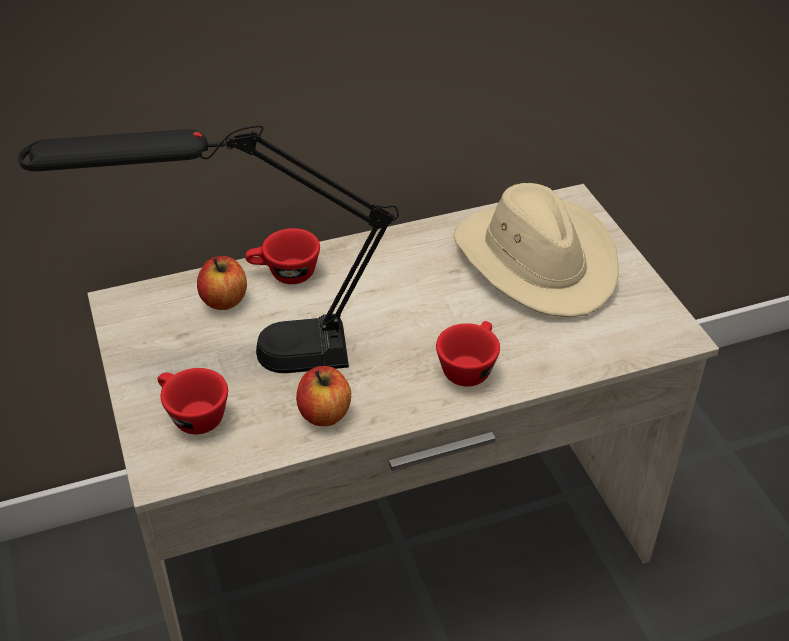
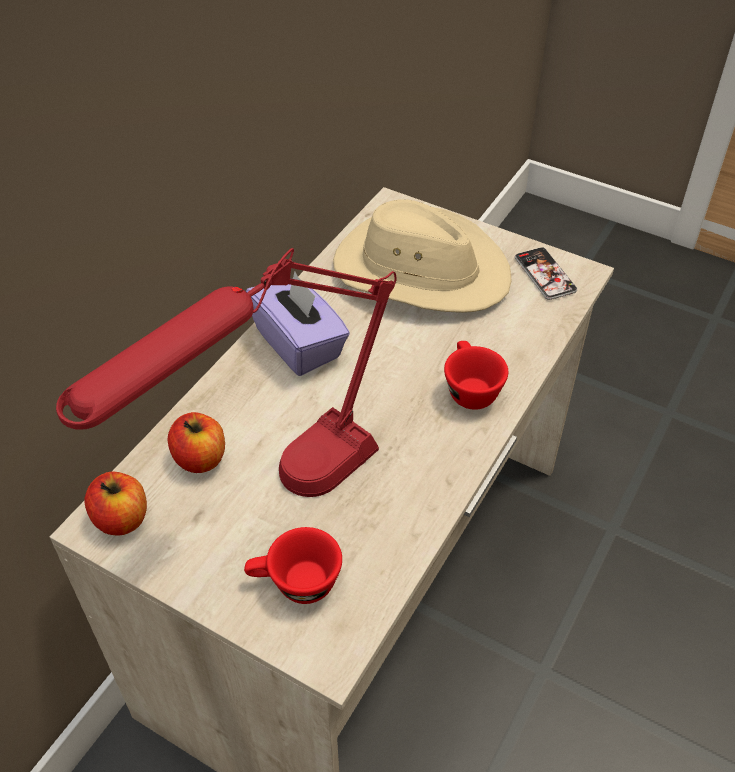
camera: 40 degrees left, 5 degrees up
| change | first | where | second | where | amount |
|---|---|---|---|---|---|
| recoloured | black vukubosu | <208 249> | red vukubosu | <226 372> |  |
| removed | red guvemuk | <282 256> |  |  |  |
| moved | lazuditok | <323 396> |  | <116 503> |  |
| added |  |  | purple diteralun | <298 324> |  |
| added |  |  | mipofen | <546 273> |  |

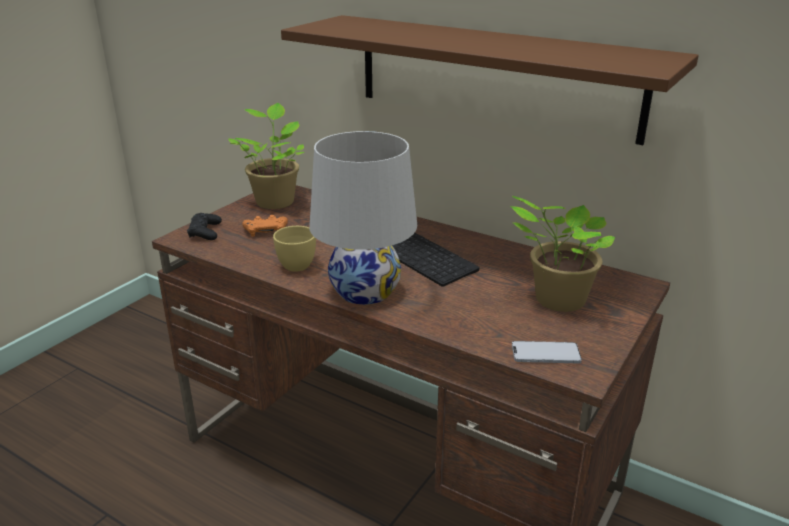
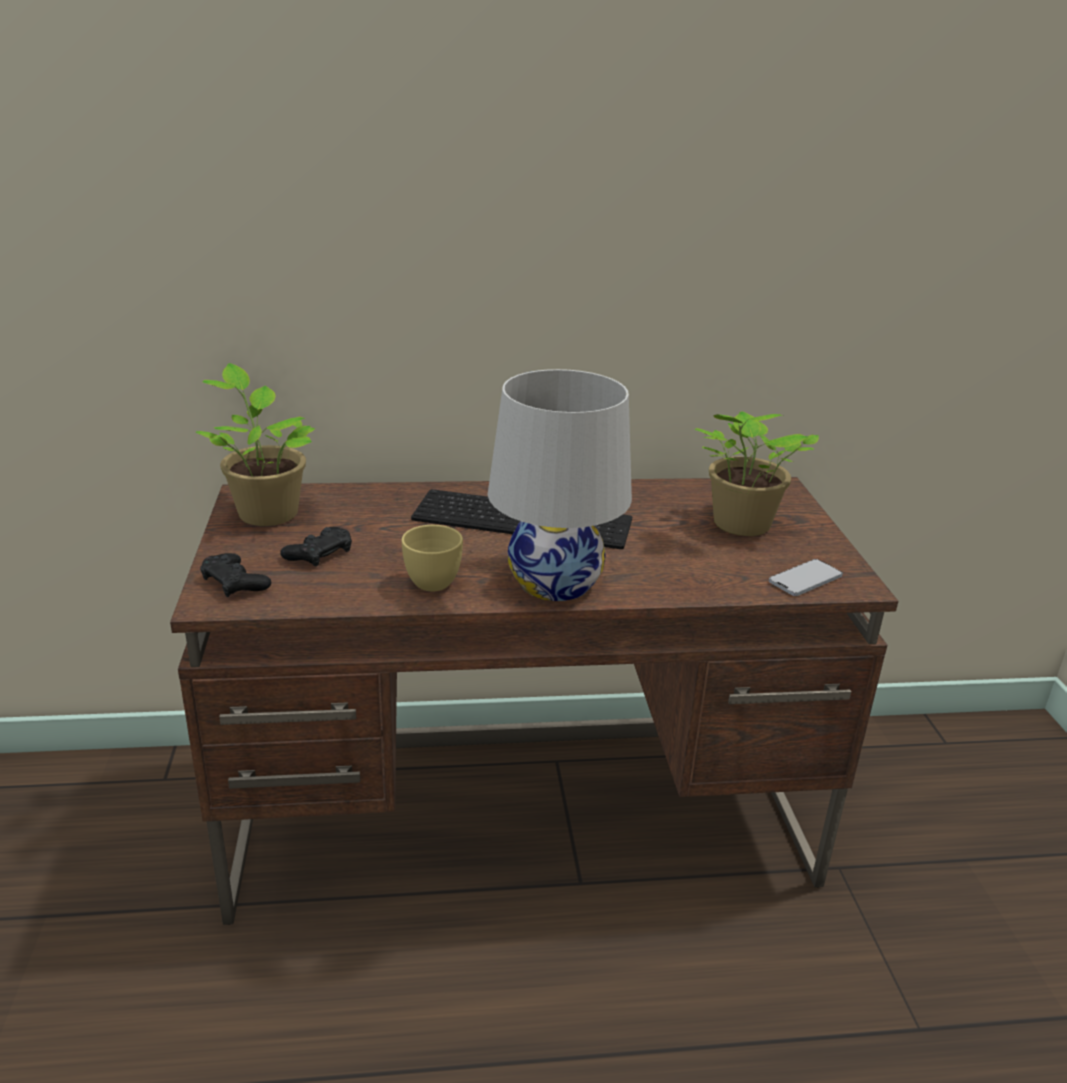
camera: 40 degrees left, 0 degrees up
| change | first | where | second | where | amount |
|---|---|---|---|---|---|
| recoloured | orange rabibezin | <265 226> | black rabibezin | <316 547> |  |
| removed | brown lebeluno | <490 80> |  |  |  |

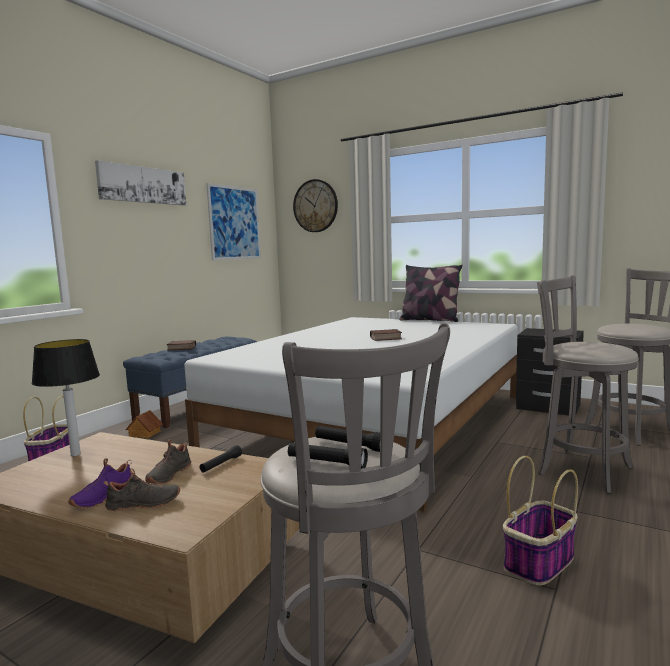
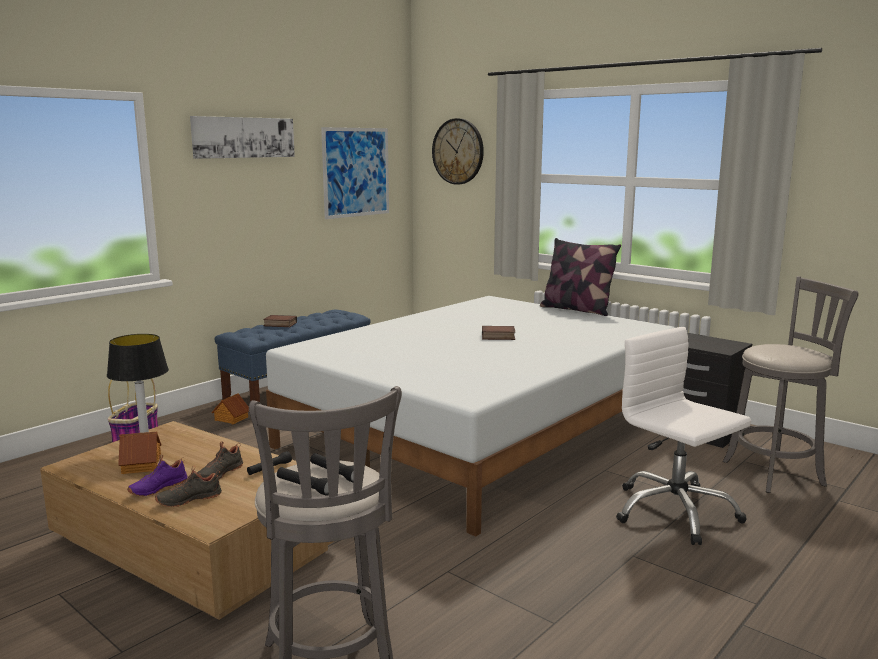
camera: 10 degrees right, 5 degrees up
| change | first | where | second | where | amount |
|---|---|---|---|---|---|
| turned | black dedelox | <142 489> |  | <188 486> | 150 degrees clockwise |
| removed | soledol | <540 521> |  |  |  |
| replaced | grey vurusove | <588 385> | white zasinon | <683 436> |  |
| added |  |  | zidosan | <139 453> |  |

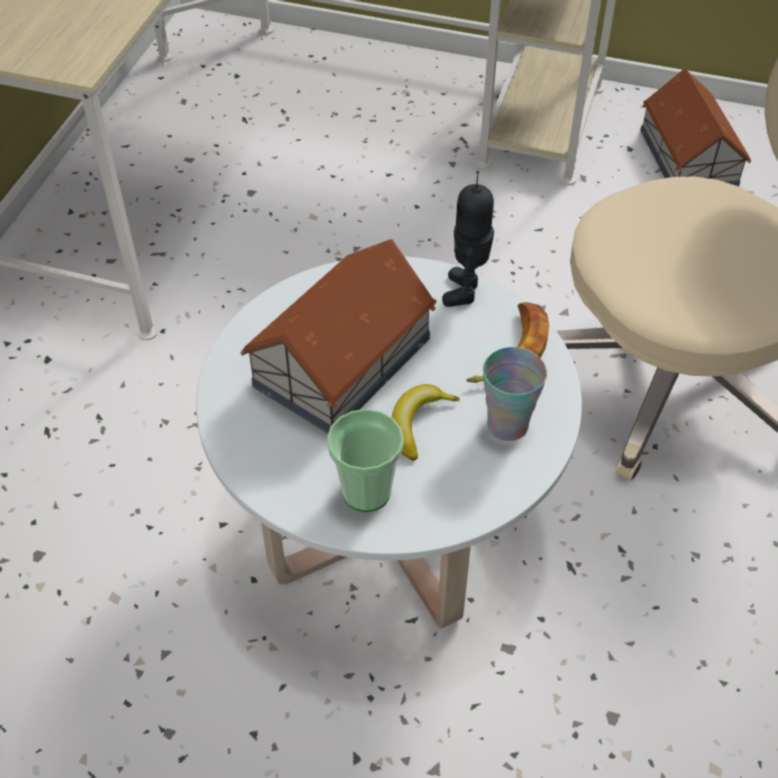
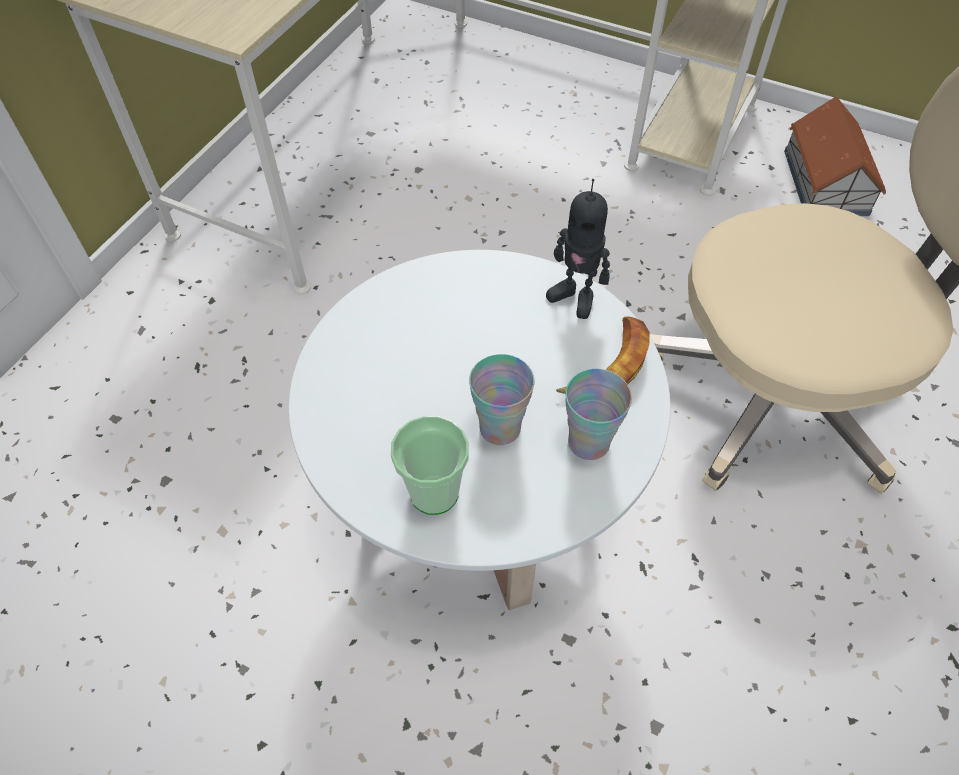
camera: 10 degrees right, 5 degrees up
| change | first | where | second | where | amount |
|---|---|---|---|---|---|
| removed | zidosan | <338 336> |  |  |  |
| replaced | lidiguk | <426 422> | guvemuk | <501 399> |  |
| turned | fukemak | <468 239> |  | <578 249> | 75 degrees counterclockwise |

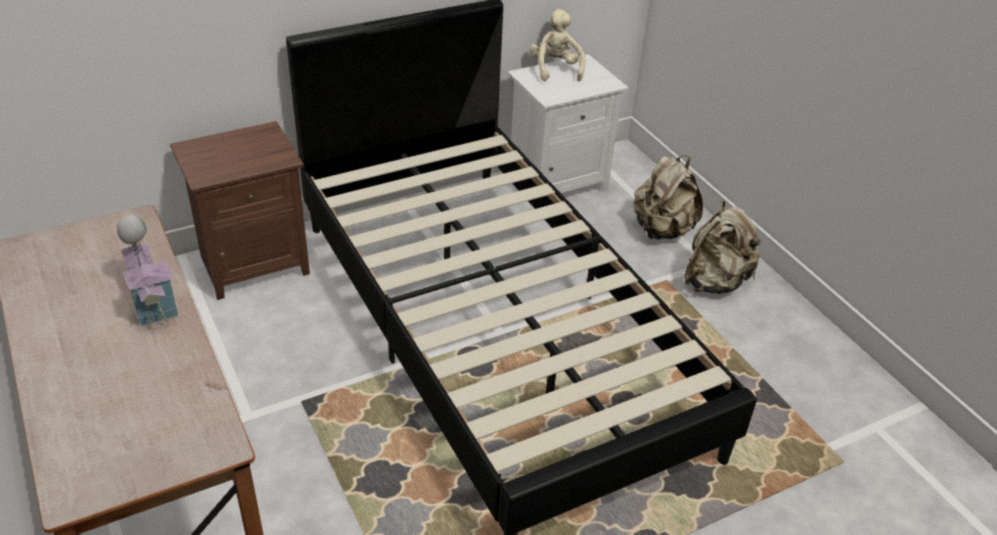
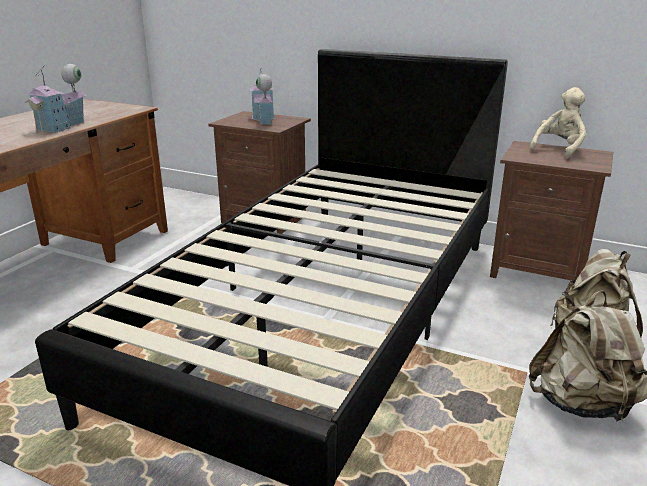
camera: 55 degrees right, 15 degrees down
| change | first | where | second | where | amount |
|---|---|---|---|---|---|
| recoloured | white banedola | <568 123> | brown banedola | <551 211> |  |
| added |  |  | zidosan | <262 97> |  |

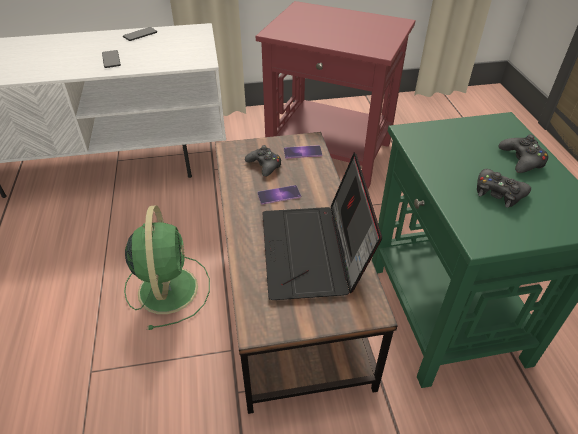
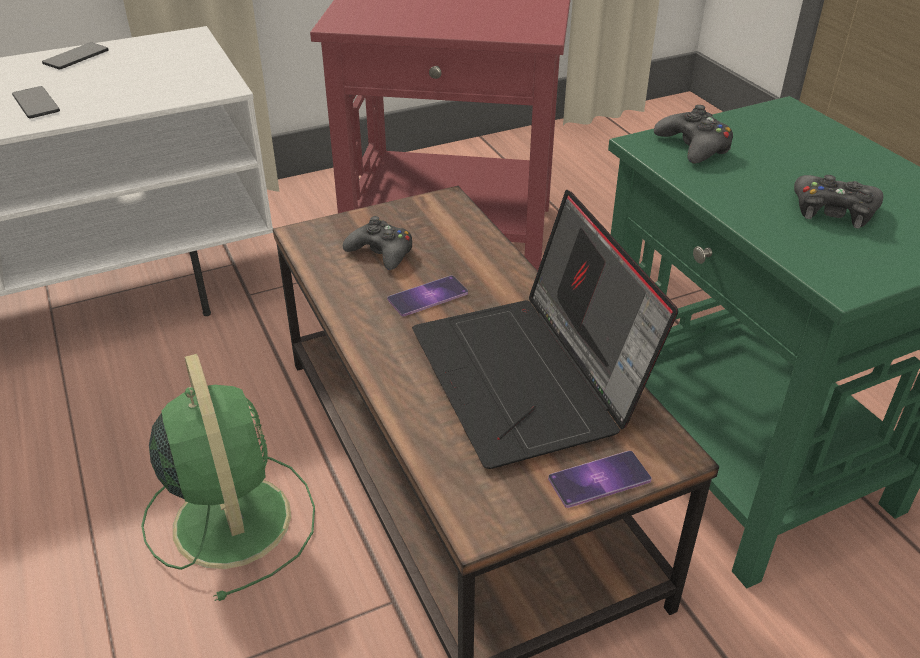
camera: 15 degrees left, 5 degrees down
| change | first | where | second | where | amount |
|---|---|---|---|---|---|
| moved | mipofen | <303 152> |  | <600 479> |  |
| moved | black rabibezin | <523 153> |  | <693 134> |  |

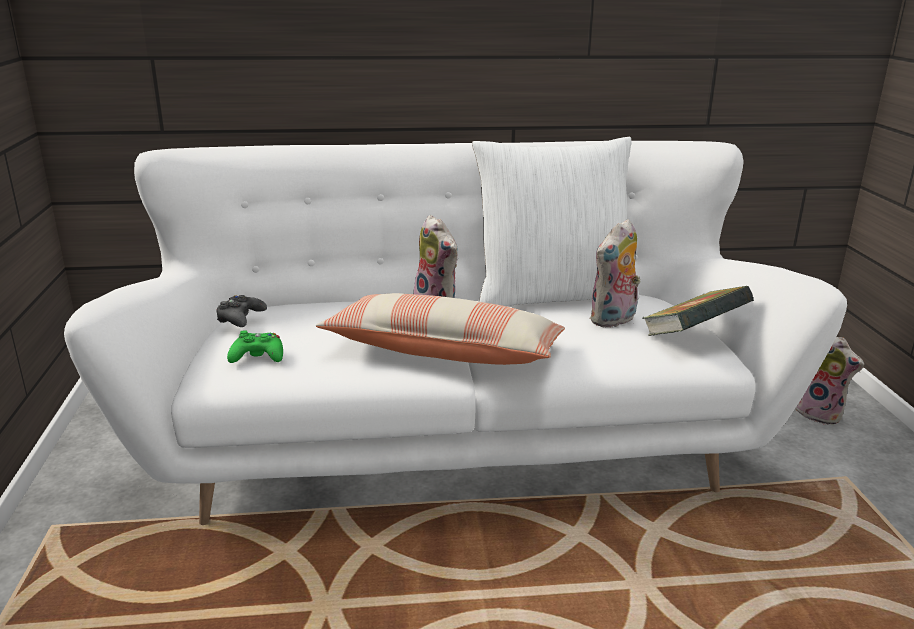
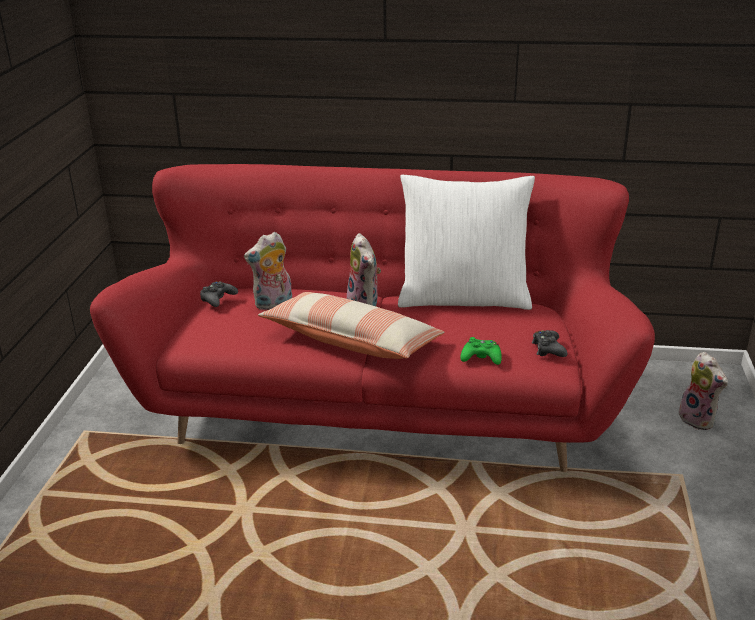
camera: 15 degrees right, 5 degrees up
| change | first | where | second | where | amount |
|---|---|---|---|---|---|
| recoloured | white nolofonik | <455 333> | red nolofonik | <372 318> |  |
| moved | green rabibezin | <255 346> |  | <481 351> |  |
| moved | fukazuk | <615 273> |  | <268 271> |  |
| replaced | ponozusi | <698 311> | black rabibezin | <550 343> |  |

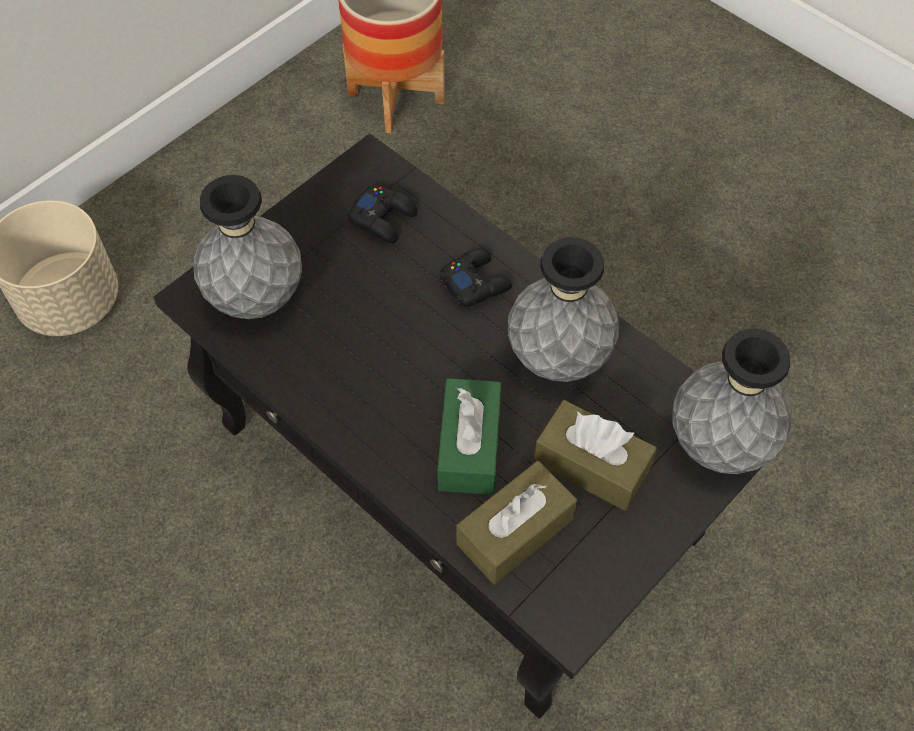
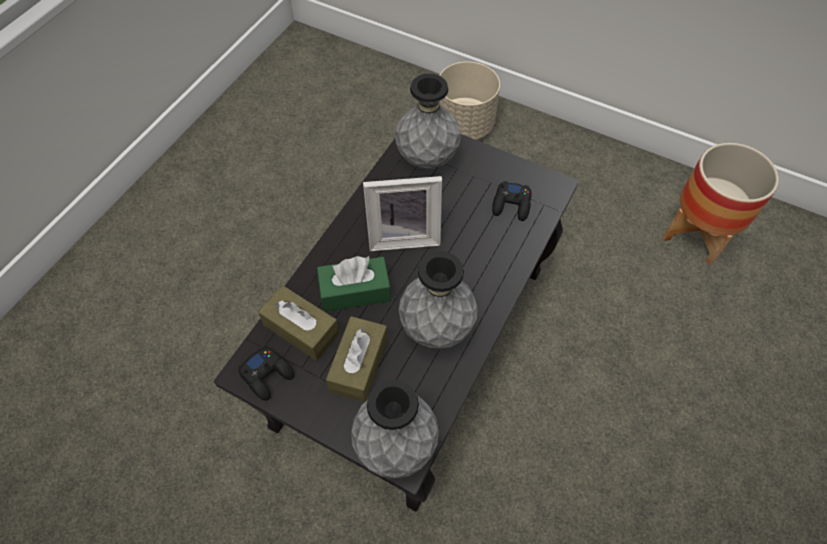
camera: 75 degrees right, 0 degrees up
| change | first | where | second | where | amount |
|---|---|---|---|---|---|
| moved | black rabibezin | <476 278> |  | <266 373> |  |
| added |  |  | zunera | <402 213> |  |

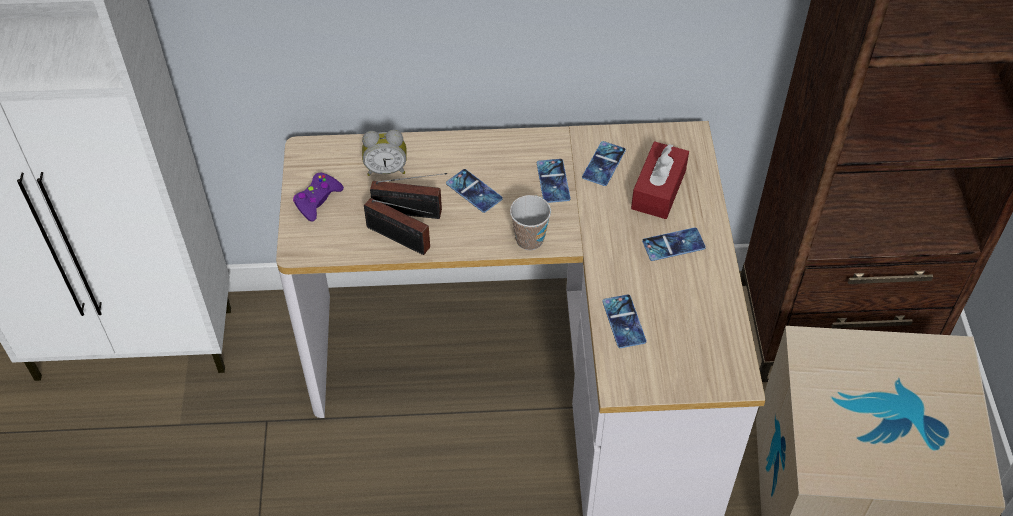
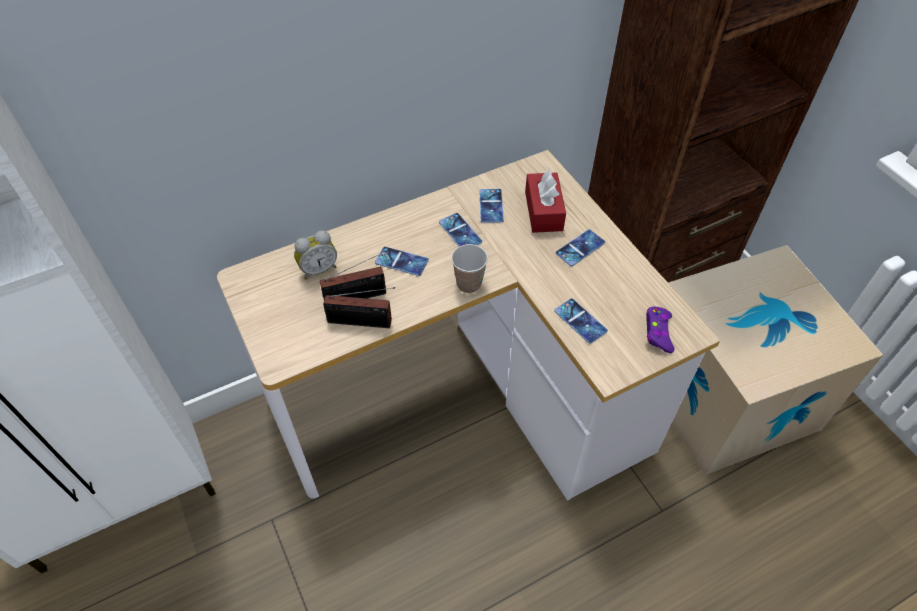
camera: 25 degrees left, 0 degrees up
| change | first | where | second | where | amount |
|---|---|---|---|---|---|
| moved | purple rabibezin | <318 197> |  | <660 330> |  |

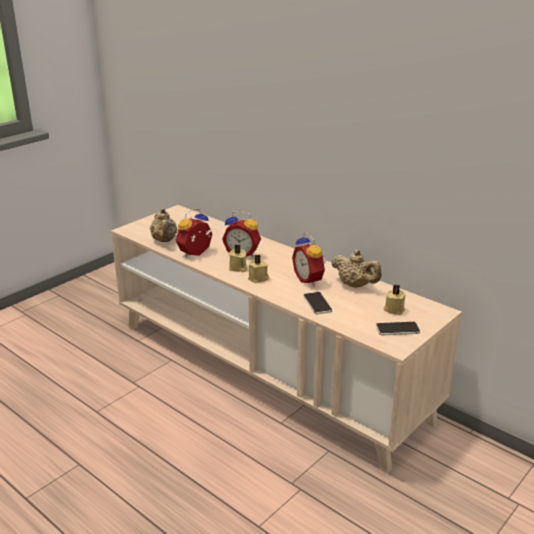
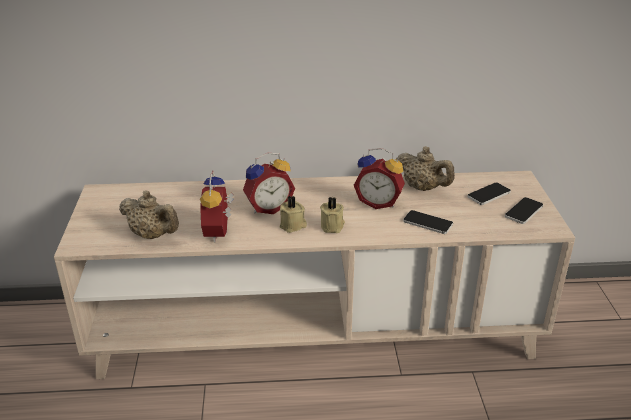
camera: 45 degrees left, 5 degrees up
| change | first | where | second | where | amount |
|---|---|---|---|---|---|
| turned | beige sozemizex | <356 268> |  | <425 168> | 45 degrees clockwise |
| replaced | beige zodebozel | <394 300> | mipofen | <489 194> |  |

